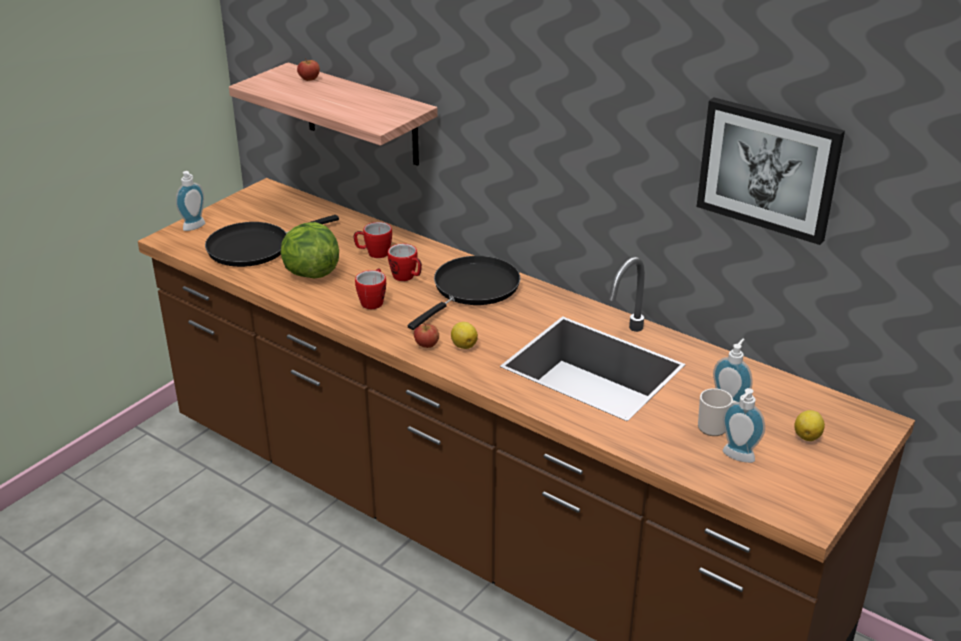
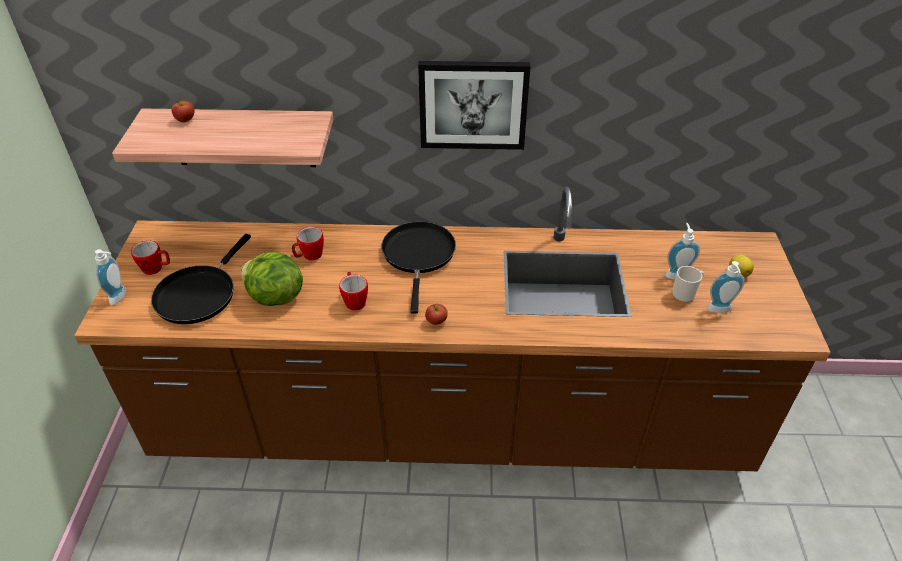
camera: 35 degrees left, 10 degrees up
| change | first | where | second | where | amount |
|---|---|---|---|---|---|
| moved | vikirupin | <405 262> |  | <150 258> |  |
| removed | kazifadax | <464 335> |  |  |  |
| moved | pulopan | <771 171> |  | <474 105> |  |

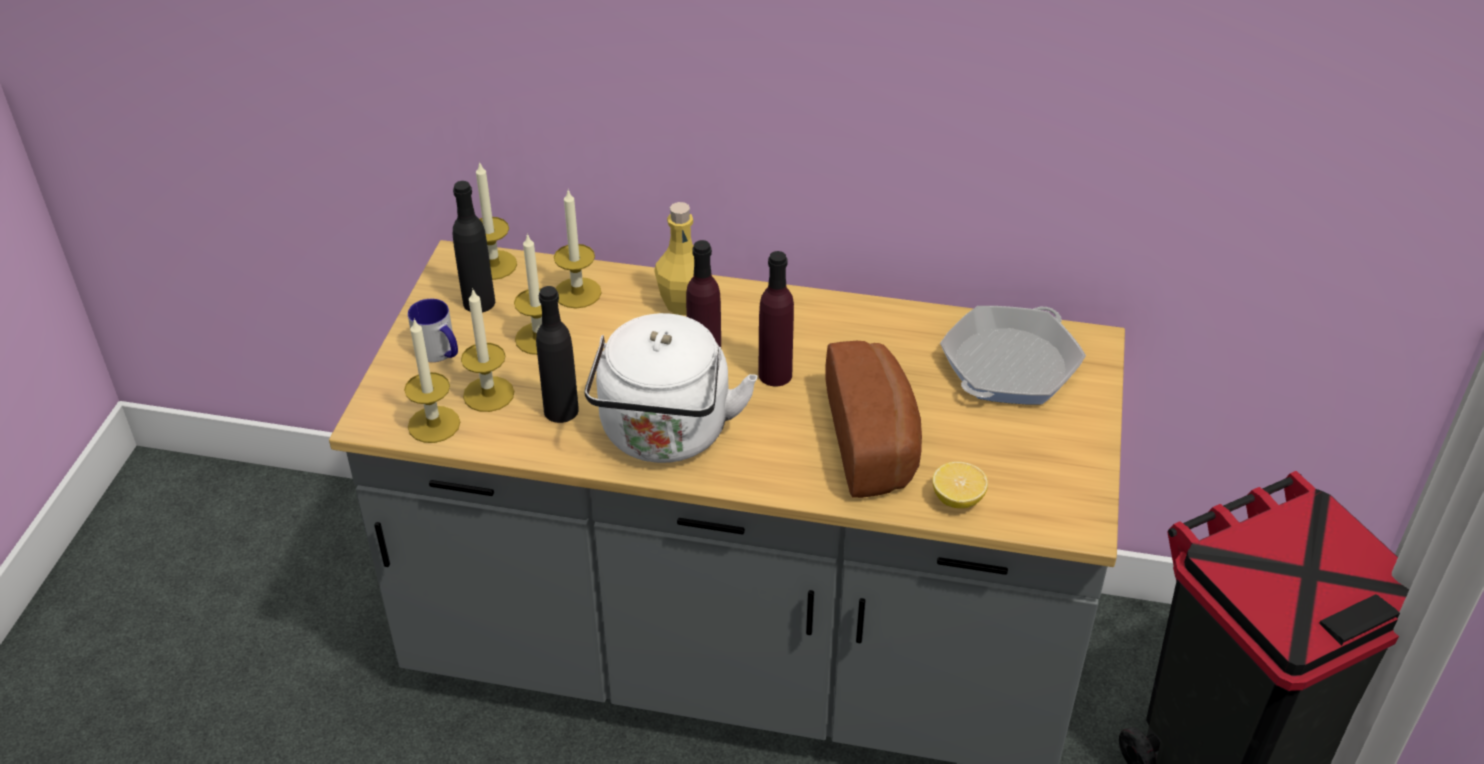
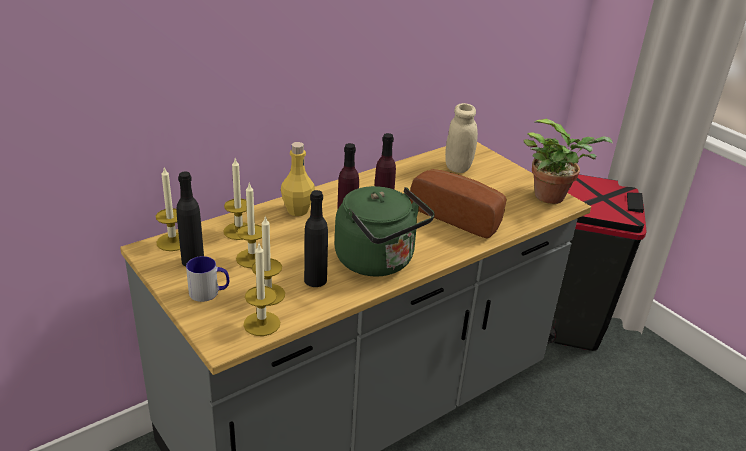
camera: 50 degrees left, 10 degrees down
| change | first | where | second | where | amount |
|---|---|---|---|---|---|
| recoloured | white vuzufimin | <670 388> | green vuzufimin | <385 231> |  |
| removed | kazifadax | <960 484> |  |  |  |
| replaced | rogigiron | <1013 355> | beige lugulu | <461 138> |  |
| added |  |  | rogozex | <568 161> |  |

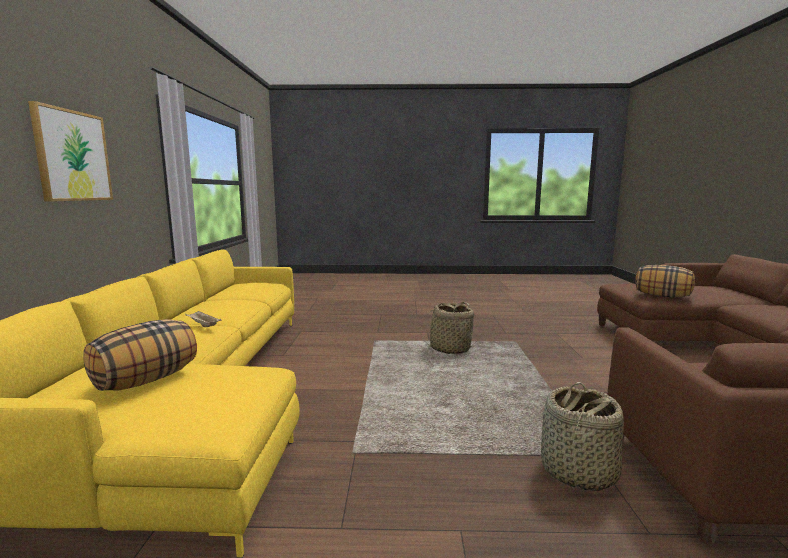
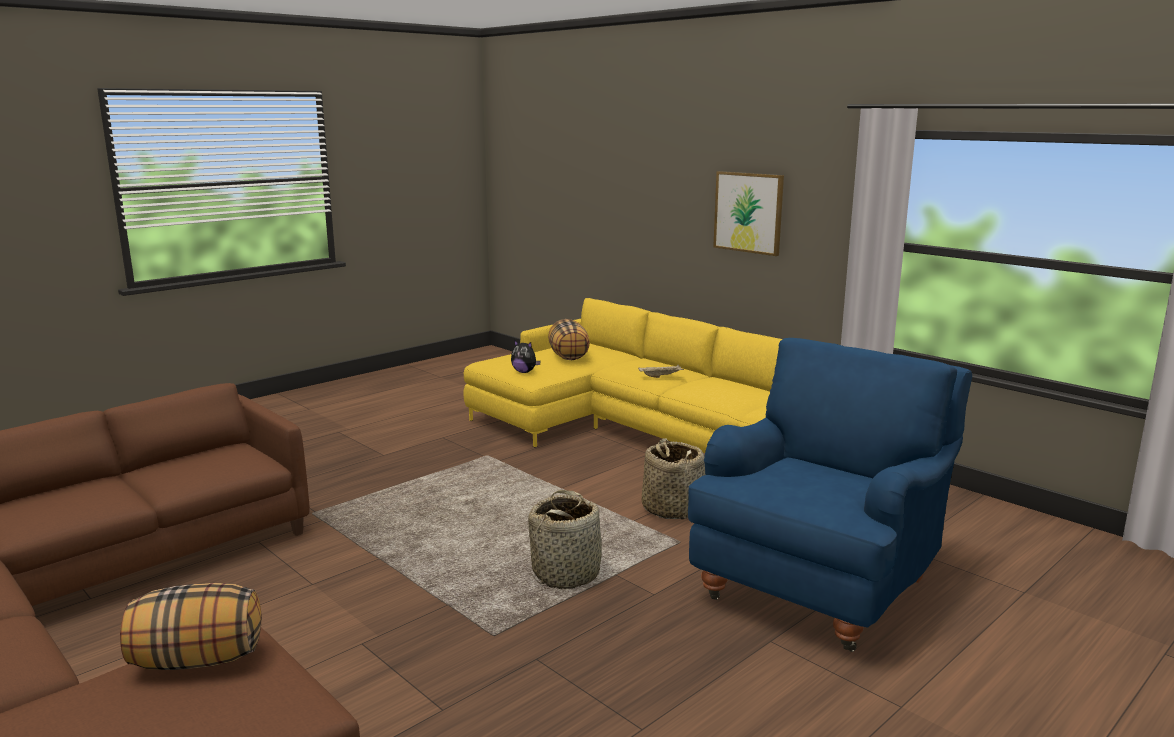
camera: 135 degrees right, 5 degrees up
| change | first | where | second | where | amount |
|---|---|---|---|---|---|
| moved | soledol | <582 436> |  | <673 478> |  |
| added |  |  | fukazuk | <526 356> |  |
| added |  |  | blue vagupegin | <830 495> |  |

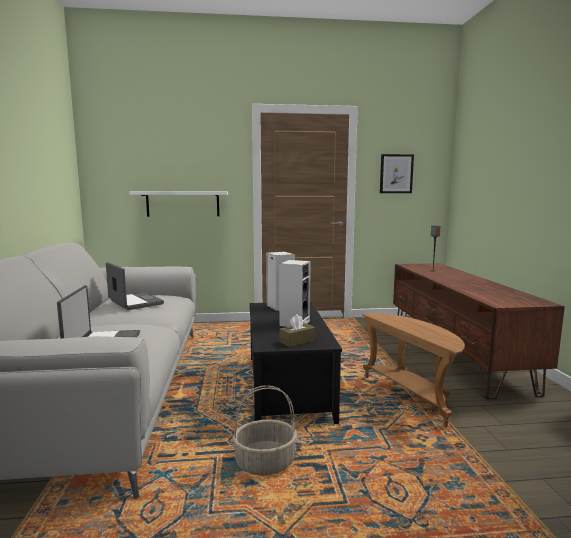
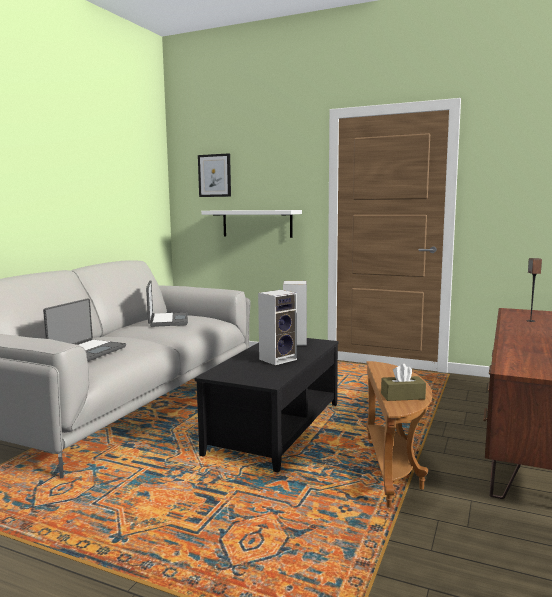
camera: 30 degrees right, 0 degrees up
| change | first | where | second | where | amount |
|---|---|---|---|---|---|
| removed | soledol | <265 430> |  |  |  |
| moved | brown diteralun | <297 330> |  | <403 382> |  |
| moved | pulopan | <397 173> |  | <214 175> |  |

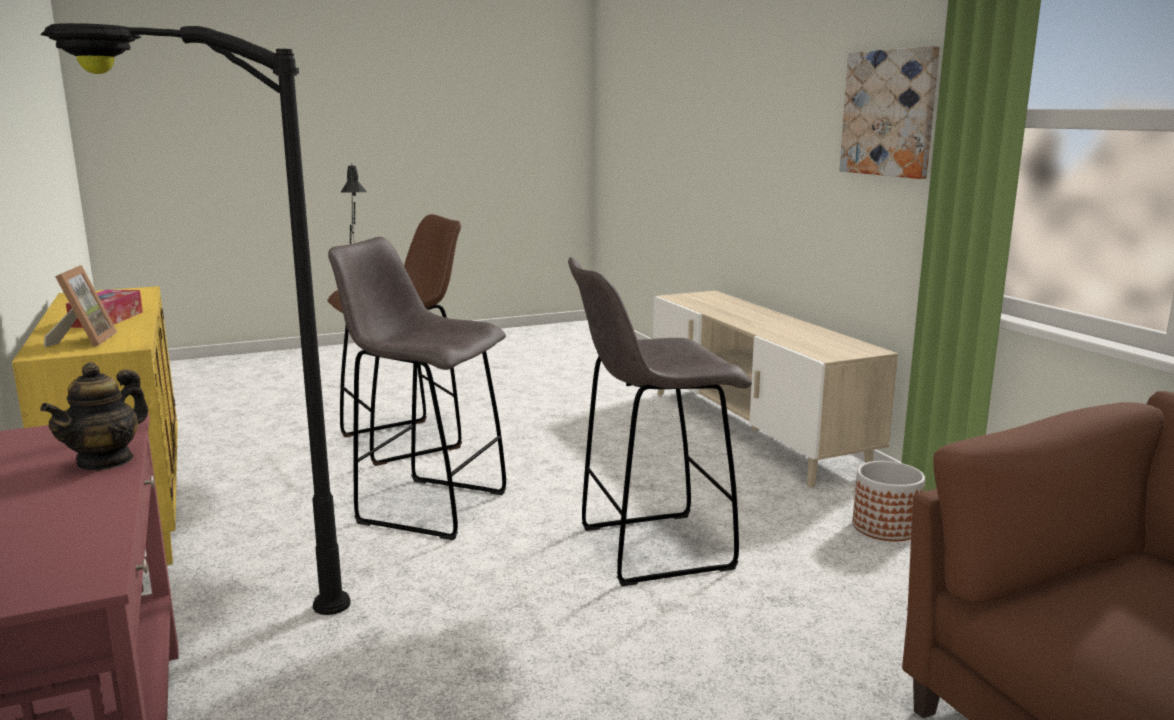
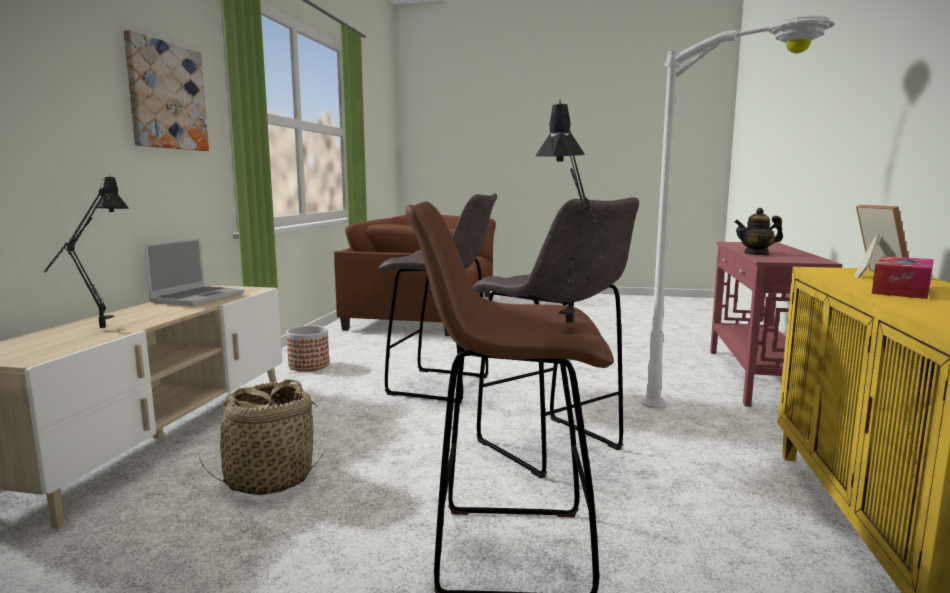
camera: 145 degrees left, 5 degrees down
| change | first | where | second | where | amount |
|---|---|---|---|---|---|
| turned | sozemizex | <94 416> |  | <758 231> | 150 degrees counterclockwise |
| recoloured | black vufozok | <196 319> | white vufozok | <737 211> |  |
| turned | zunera | <80 306> |  | <881 241> | 150 degrees clockwise |
| added |  |  | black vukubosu | <86 252> |  |
| added |  |  | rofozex | <194 272> |  |
| added |  |  | soledol | <261 437> |  |

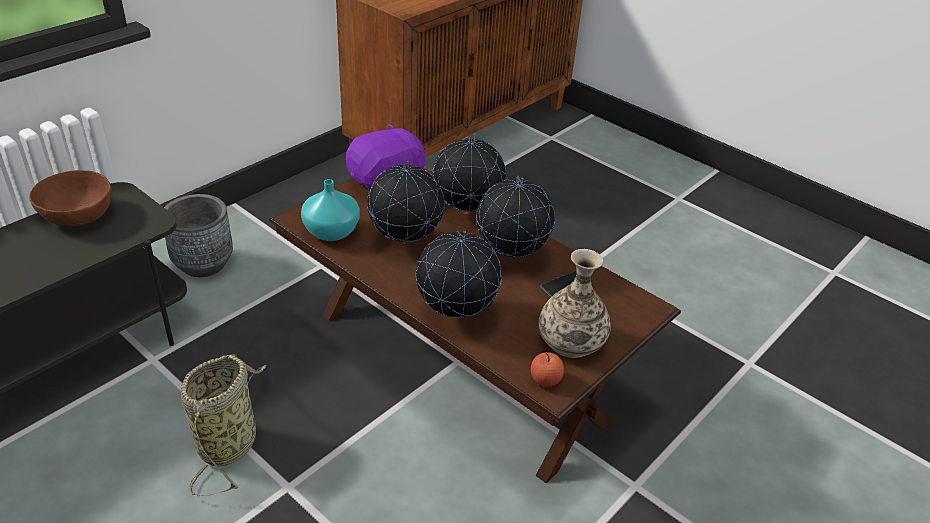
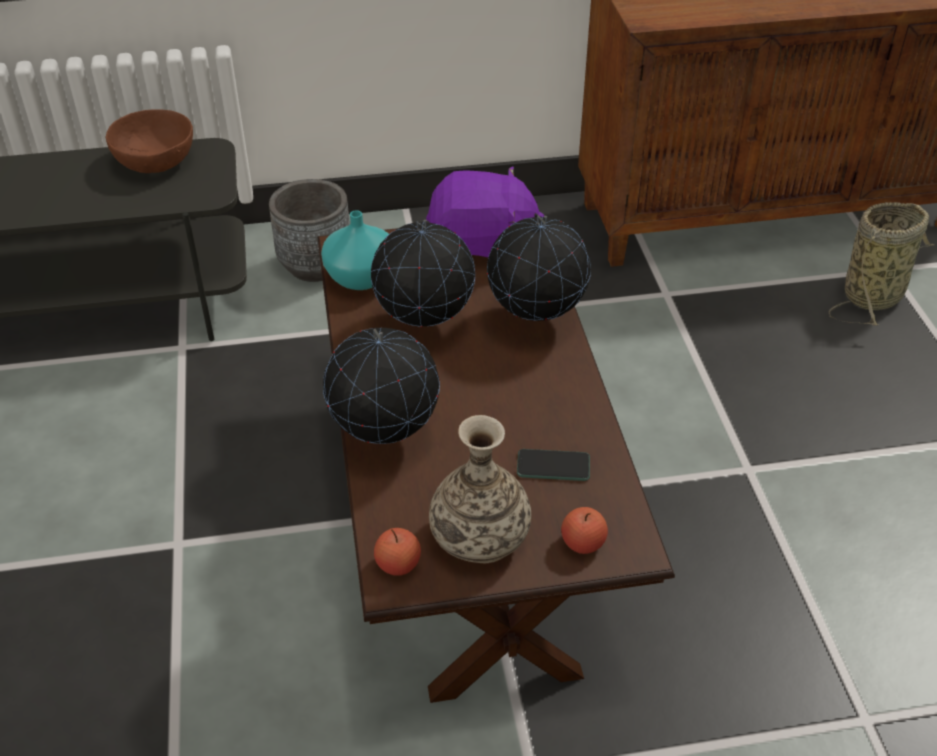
camera: 40 degrees right, 5 degrees up
| change | first | where | second | where | amount |
|---|---|---|---|---|---|
| moved | soledol | <223 425> |  | <881 263> |  |
| removed | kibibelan | <515 216> |  |  |  |
| added |  |  | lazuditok | <584 530> |  |

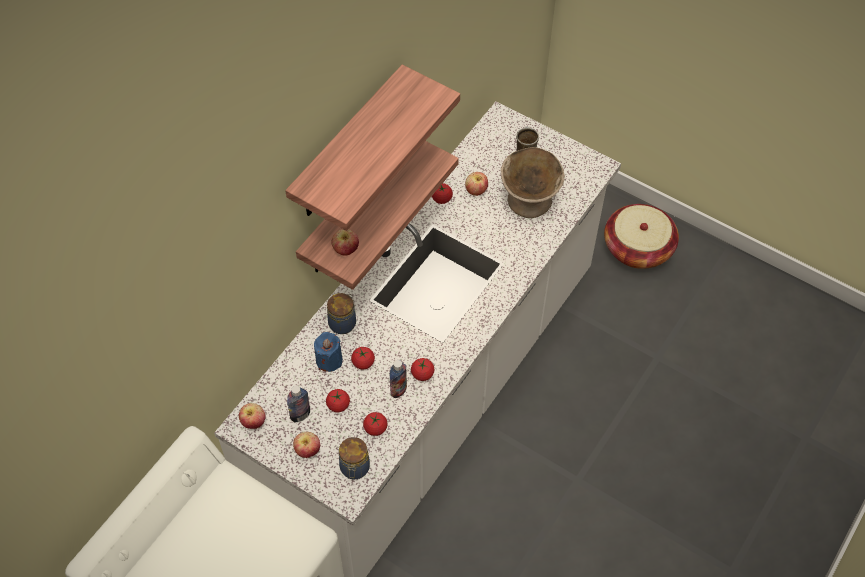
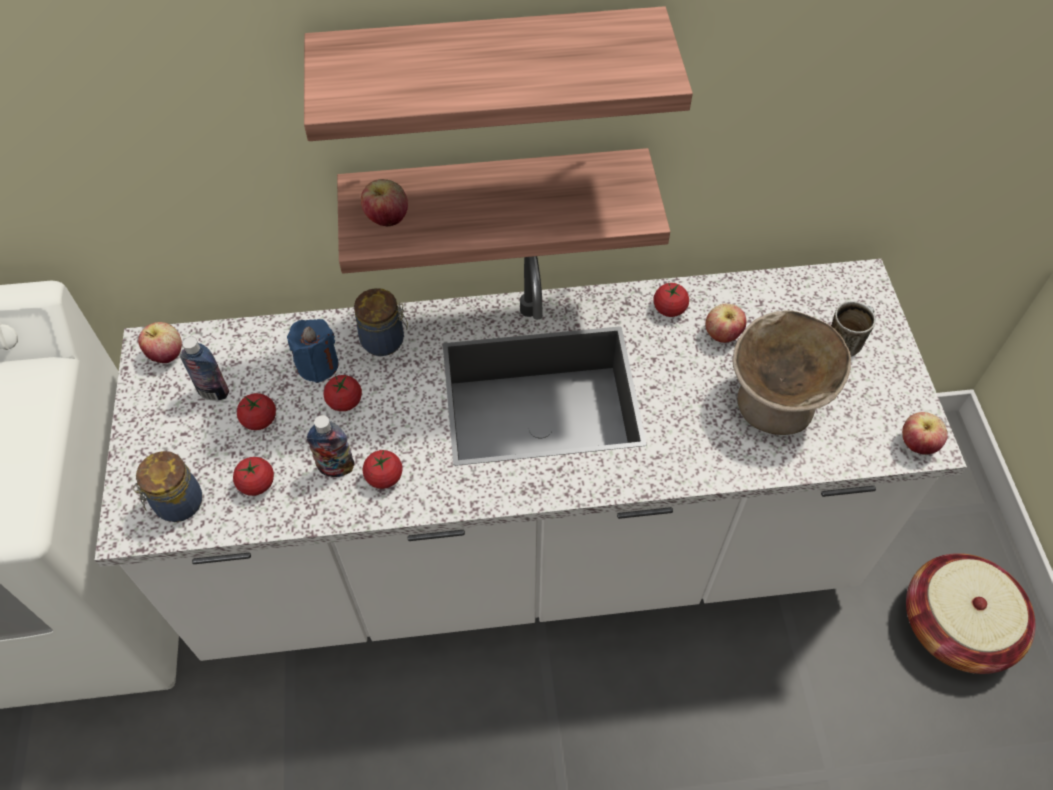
camera: 50 degrees right, 0 degrees up
| change | first | where | second | where | amount |
|---|---|---|---|---|---|
| moved | lazuditok | <306 445> |  | <925 433> |  |

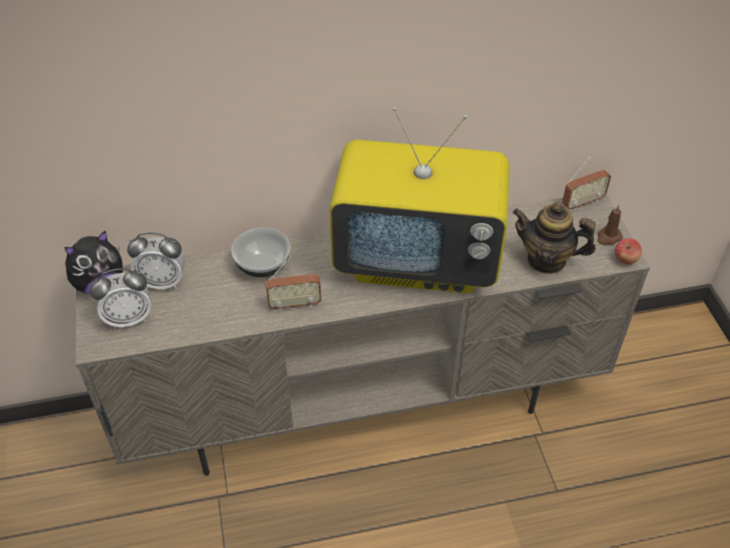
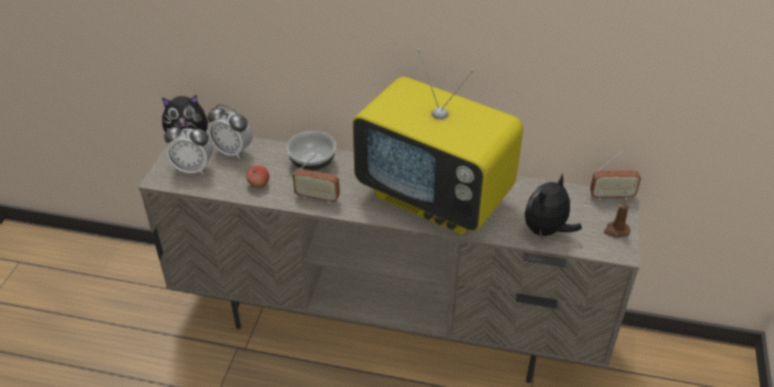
camera: 25 degrees right, 5 degrees down
| change | first | where | second | where | amount |
|---|---|---|---|---|---|
| replaced | sozemizex | <554 238> | fukazuk | <553 206> |  |
| moved | lazuditok | <628 251> |  | <257 176> |  |

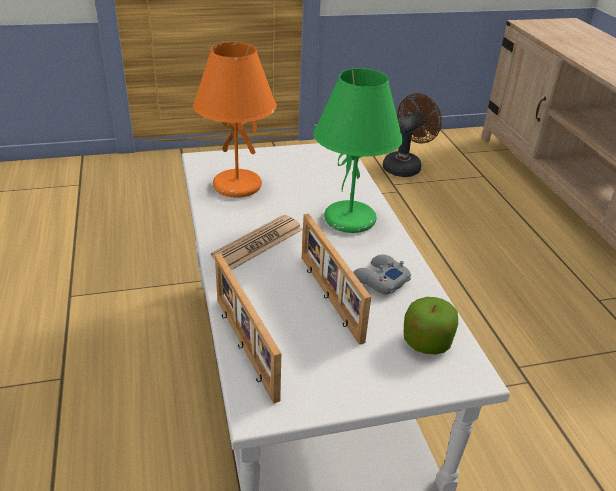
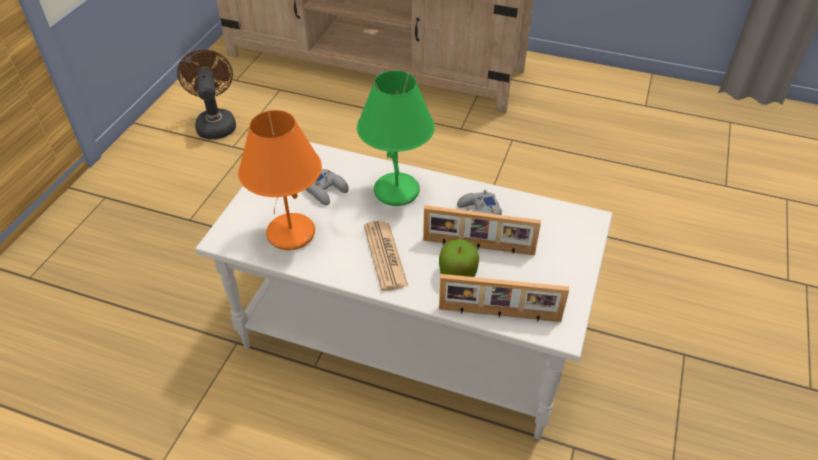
camera: 55 degrees left, 10 degrees up
| change | first | where | second | where | amount |
|---|---|---|---|---|---|
| moved | lazuditok | <431 325> |  | <459 258> |  |
| added |  |  | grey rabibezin | <327 187> |  |

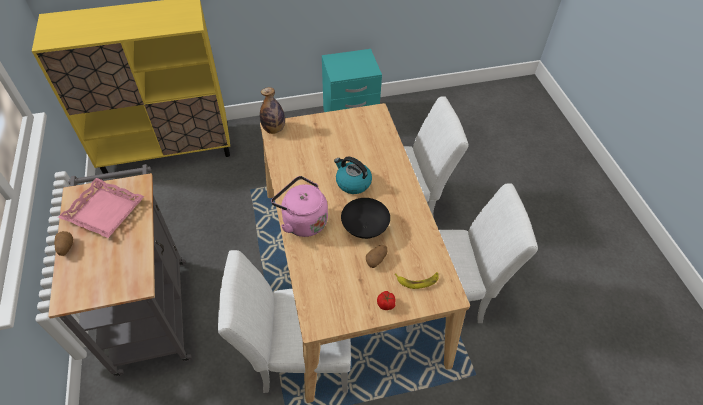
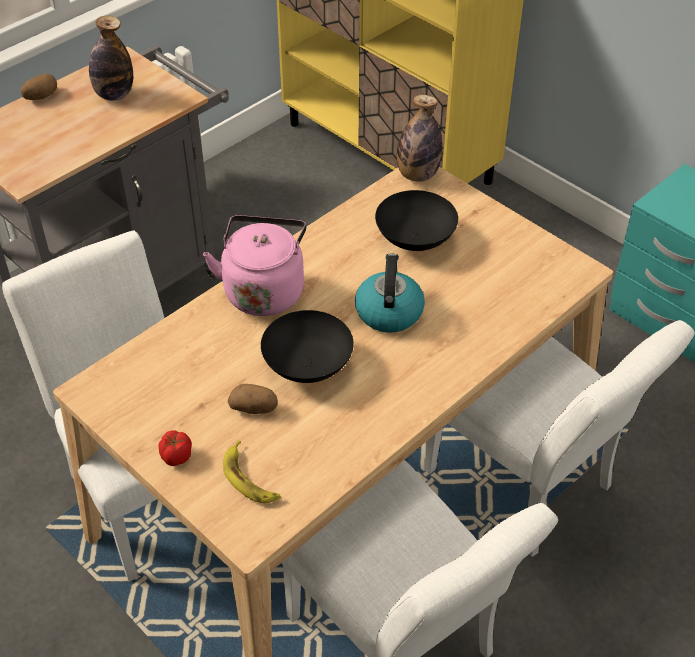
camera: 60 degrees right, 5 degrees down
| change | first | where | second | where | amount |
|---|---|---|---|---|---|
| replaced | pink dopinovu | <101 208> | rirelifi | <111 58> |  |
| added |  |  | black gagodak | <416 220> |  |

